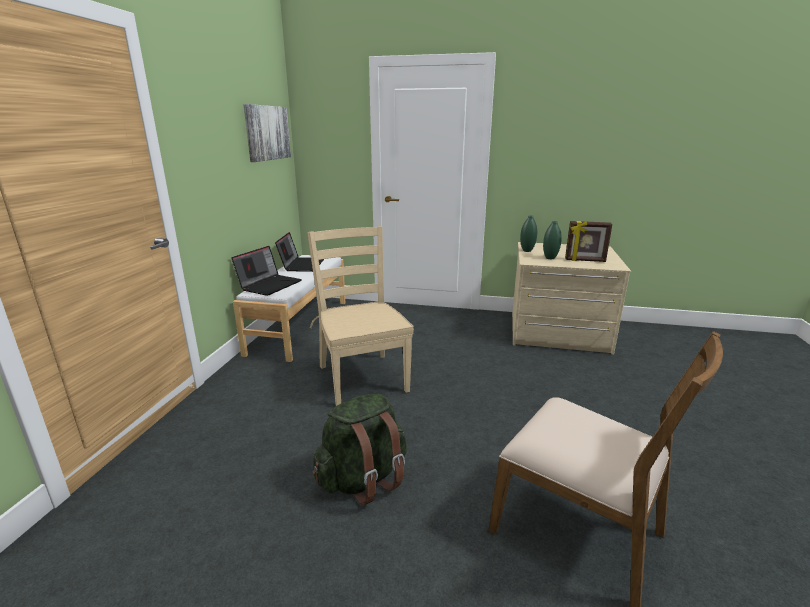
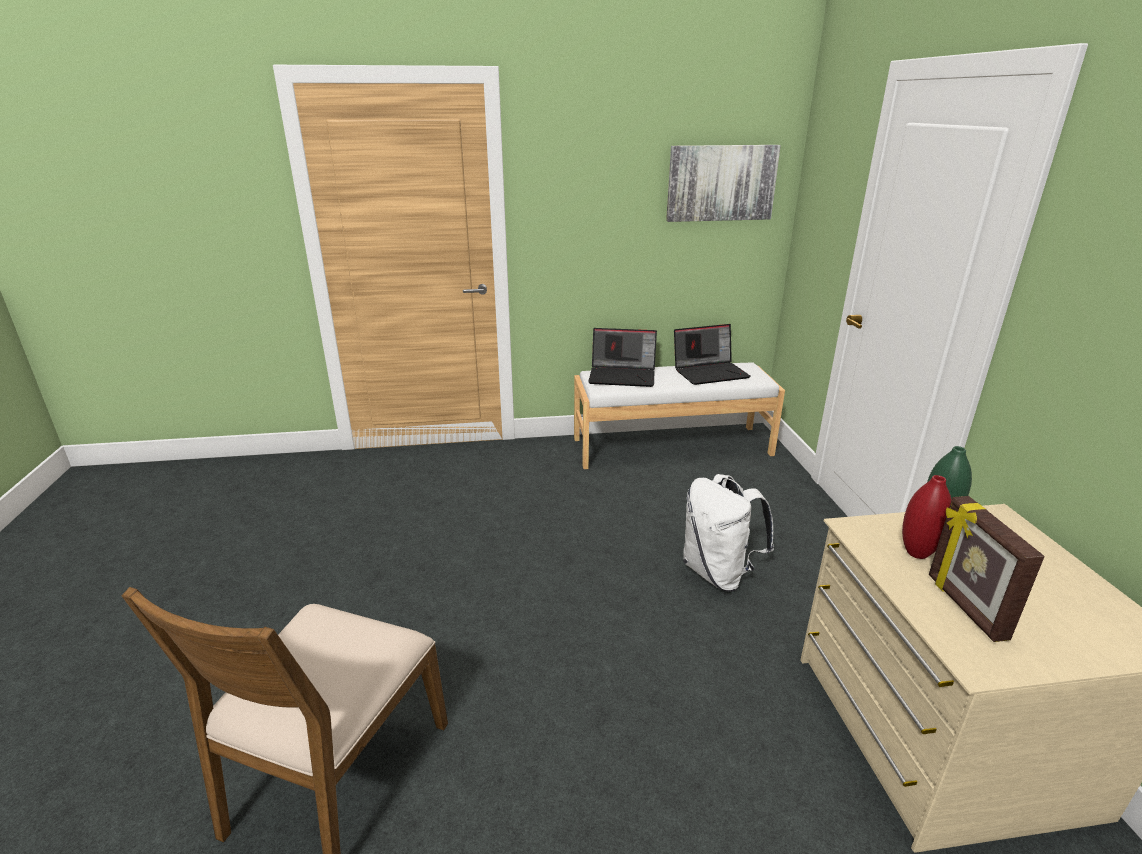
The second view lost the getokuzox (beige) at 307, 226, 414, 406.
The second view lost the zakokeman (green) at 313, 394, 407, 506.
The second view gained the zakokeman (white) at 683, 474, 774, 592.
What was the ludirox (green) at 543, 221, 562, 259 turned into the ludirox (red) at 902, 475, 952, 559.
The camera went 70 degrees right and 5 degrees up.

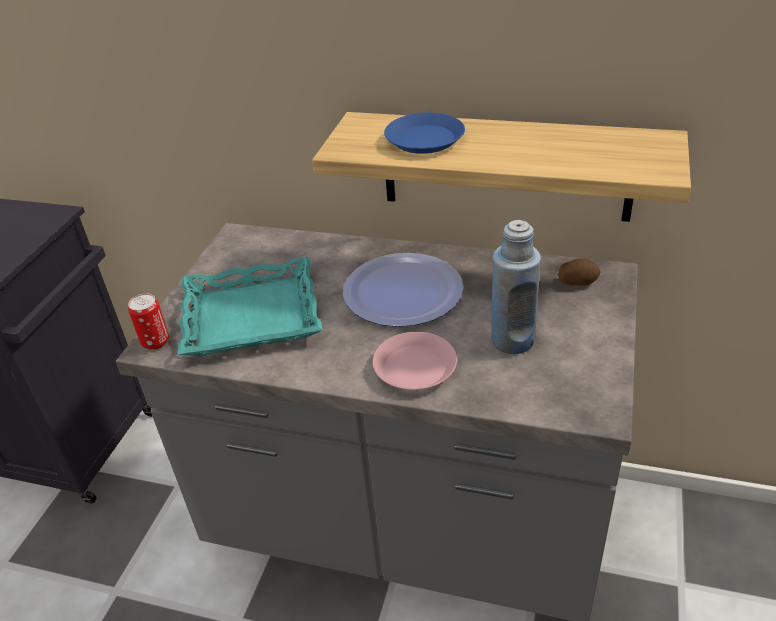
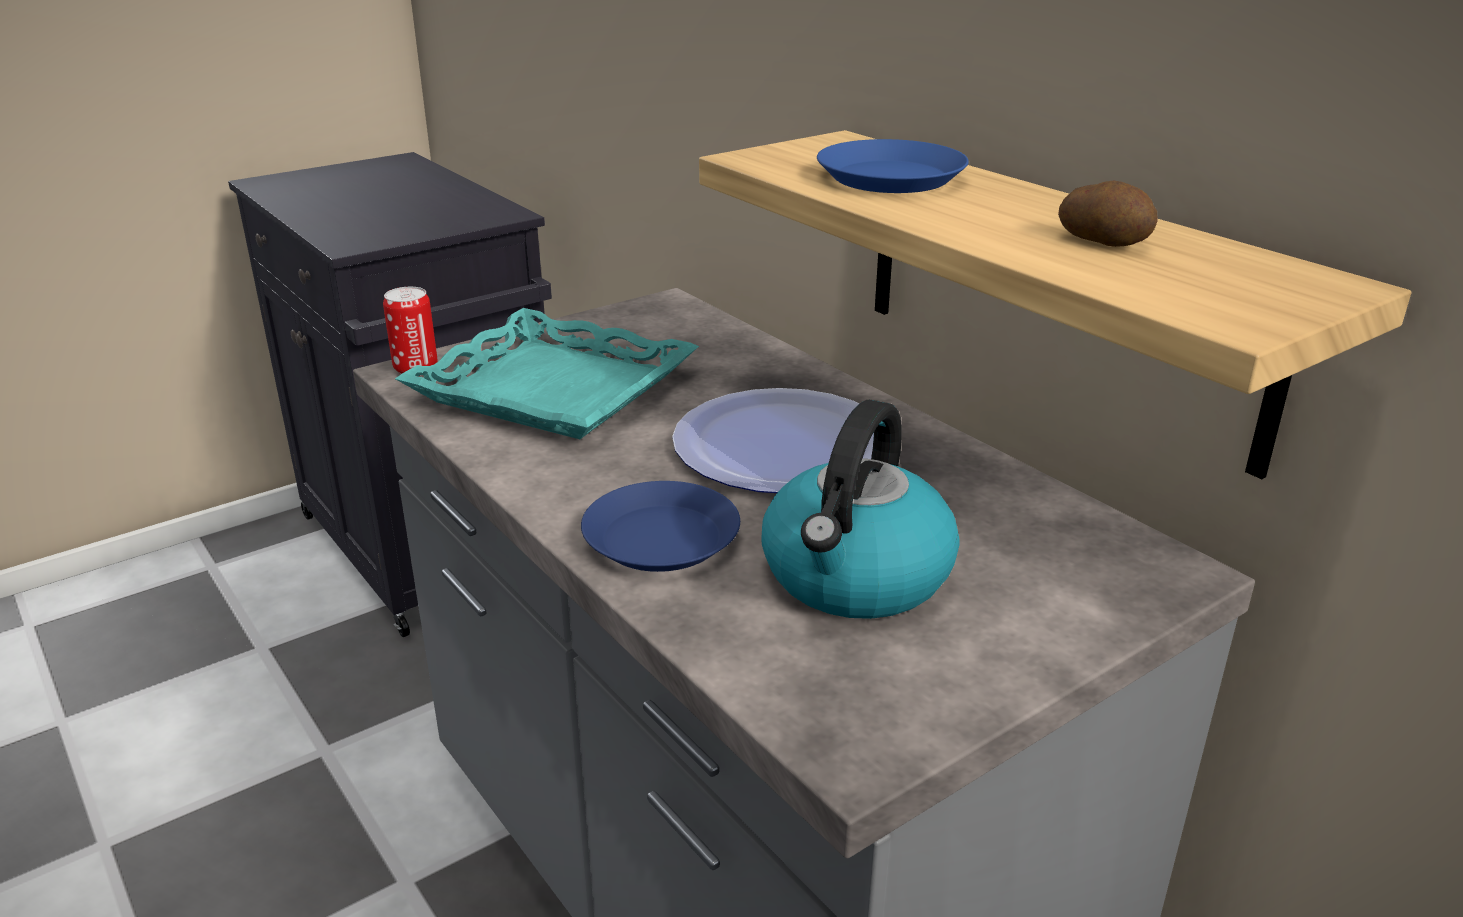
The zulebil ended up elsewhere, having gone from 558, 258, 601, 286 to 1058, 181, 1158, 247.
Where the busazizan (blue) stood at 491, 220, 541, 354, the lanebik came to stand at 761, 400, 959, 619.
What was the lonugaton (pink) at 372, 332, 457, 390 turned into the lonugaton (blue) at 581, 481, 740, 572.
The camera went 35 degrees right and 10 degrees down.

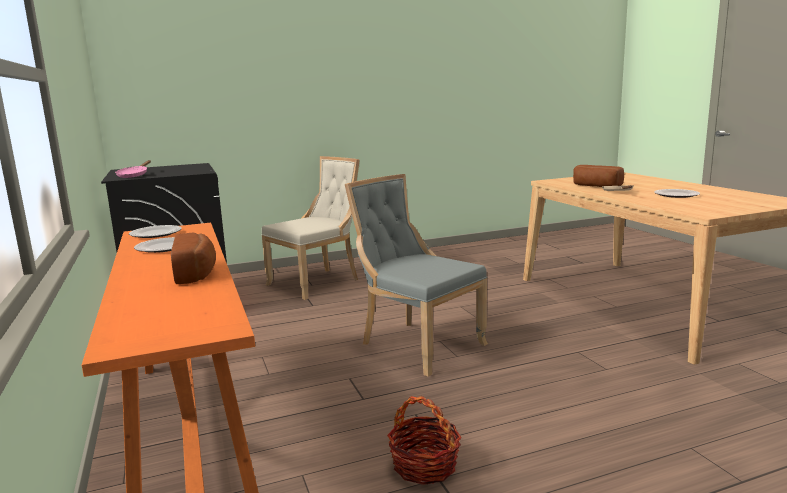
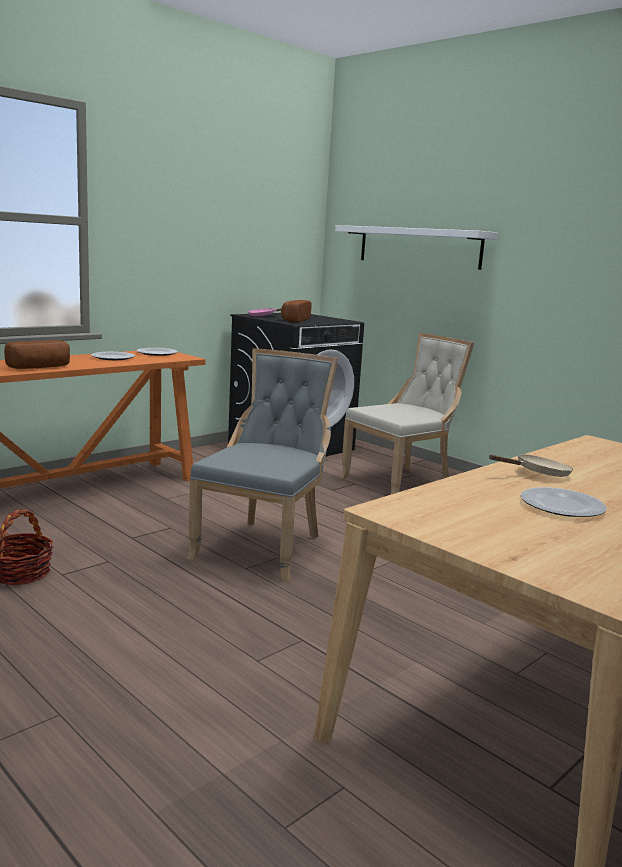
The second view gained the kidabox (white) at 335, 225, 497, 270.
The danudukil ended up elsewhere, having gone from 573, 165, 624, 187 to 281, 300, 311, 322.
The getokuzox (beige) at 261, 156, 360, 300 ended up facing another way, 60 degrees counterclockwise from before.
The camera went 65 degrees right and 0 degrees up.

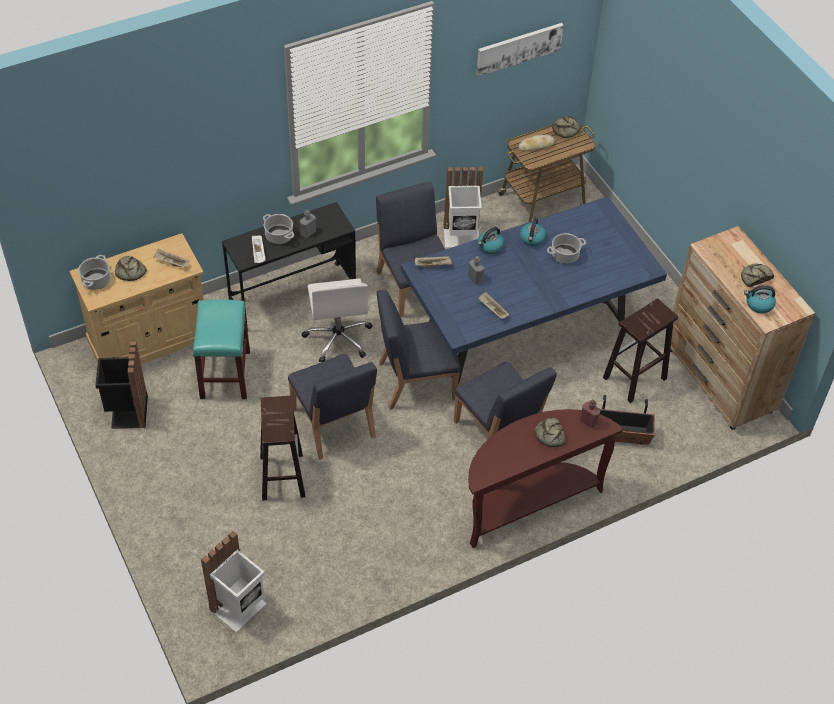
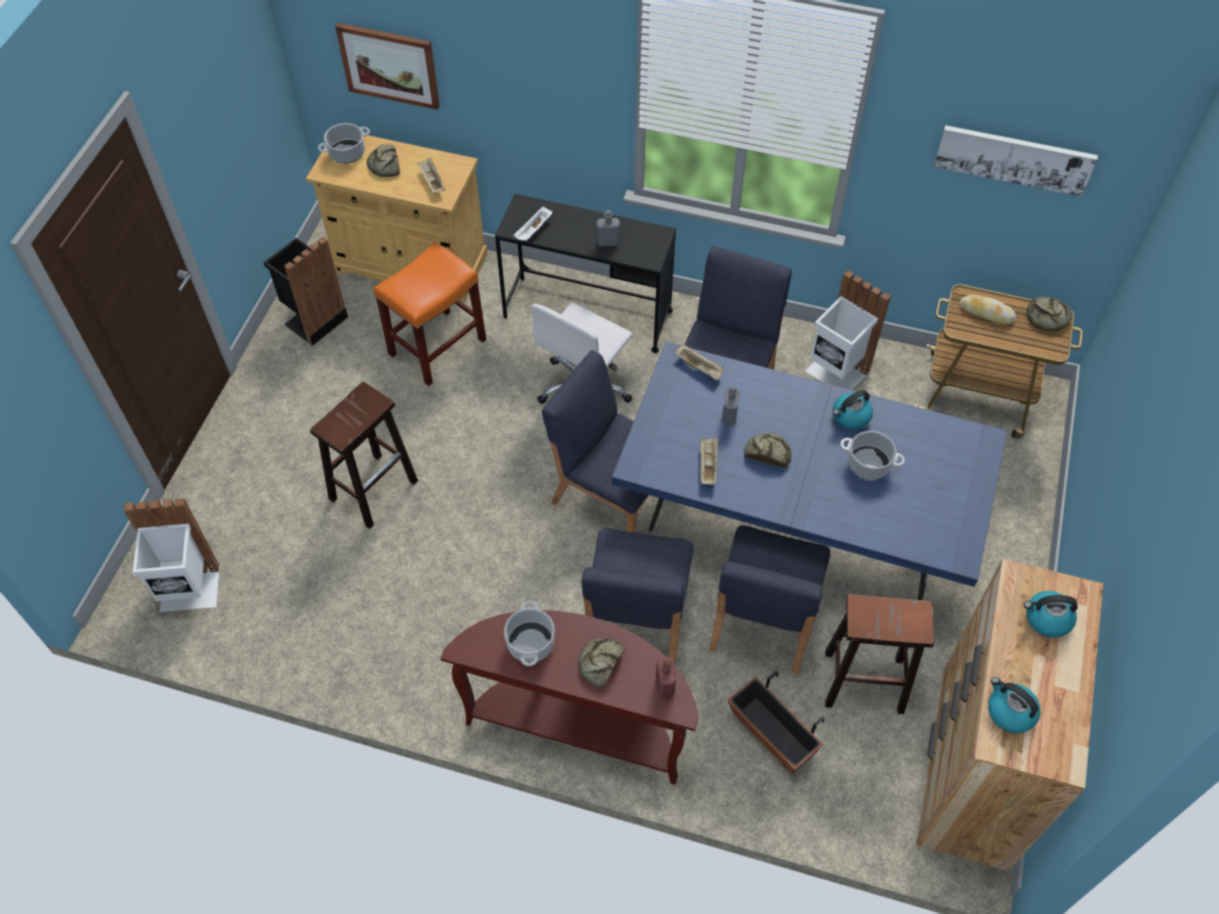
The second view gained the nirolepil at 335, 23, 440, 110.
The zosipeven ended up elsewhere, having gone from 263, 214, 294, 245 to 504, 600, 555, 666.
The getokuzox (blue) ended up elsewhere, having gone from 288, 354, 377, 460 to 710, 525, 830, 674.
The lanebik ended up elsewhere, having gone from 477, 227, 504, 254 to 1024, 591, 1078, 638.
The danudukil ended up elsewhere, having gone from 741, 263, 774, 287 to 744, 433, 792, 468.
What was the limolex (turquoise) at 193, 300, 250, 399 turned into the limolex (orange) at 374, 242, 486, 386.
The camera went 45 degrees right and 5 degrees up.

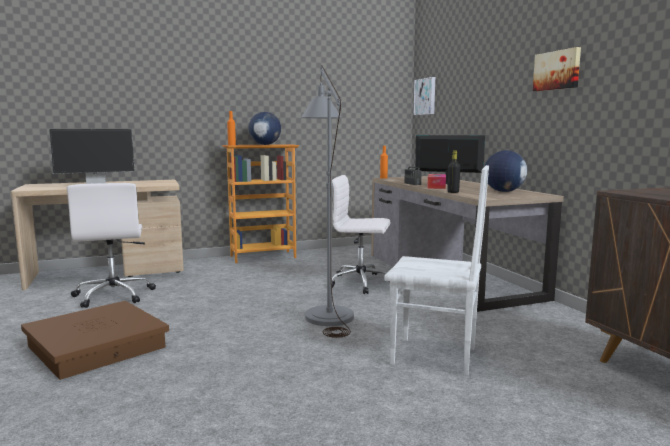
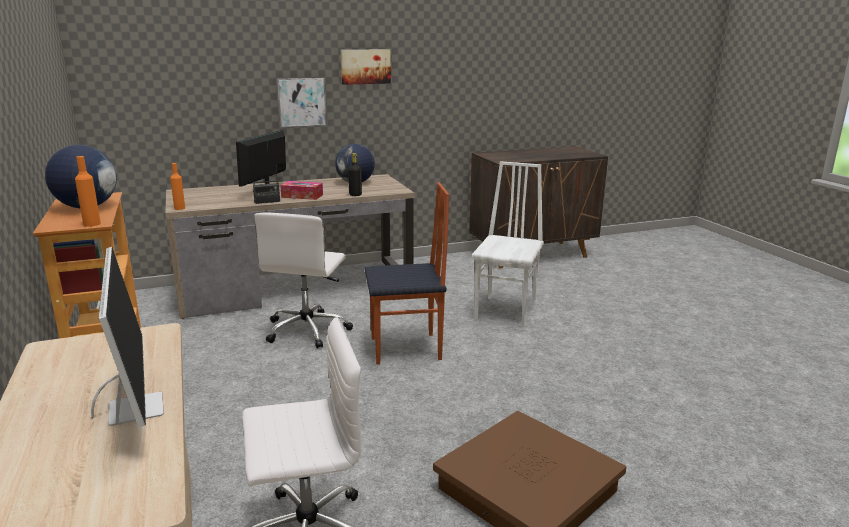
The nirolepil ended up elsewhere, having gone from 414, 77, 435, 115 to 277, 78, 327, 127.
Where the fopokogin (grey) stood at 300, 65, 354, 338, the getokuzox came to stand at 365, 182, 449, 365.
The camera went 90 degrees left and 10 degrees up.

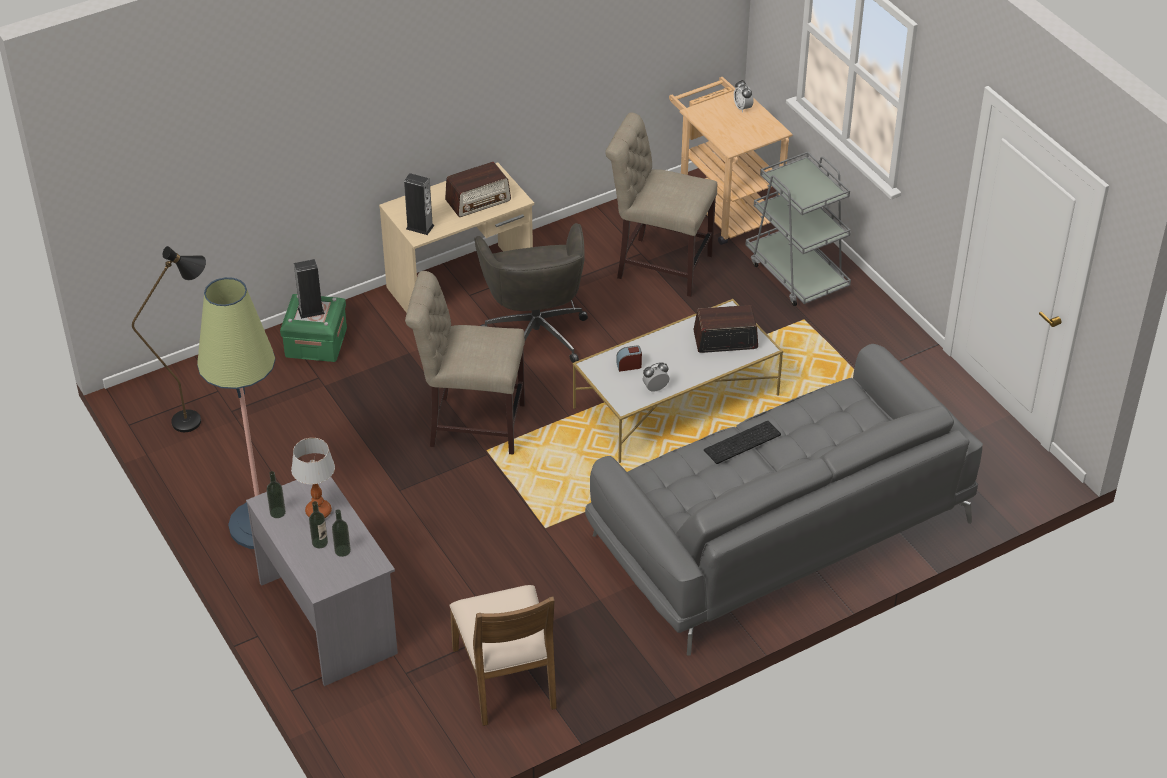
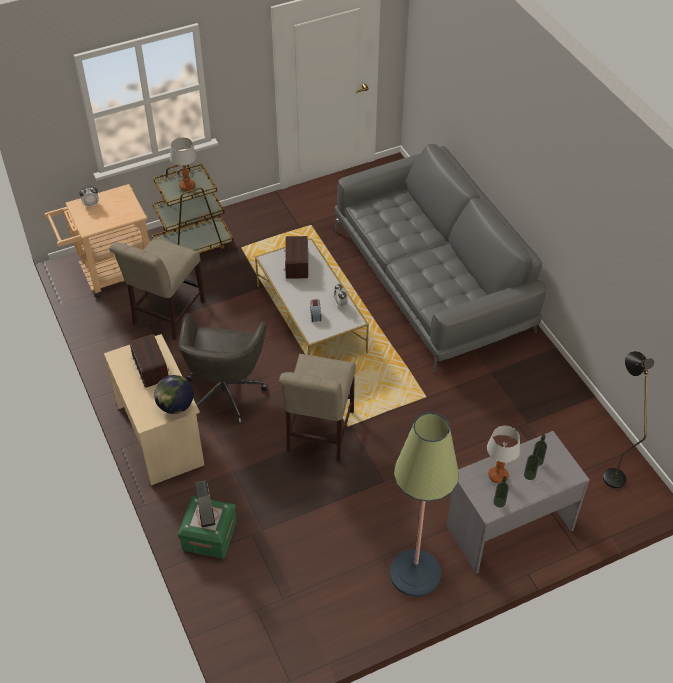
The second view lost the getokuzox (brown) at 449, 585, 557, 726.
The second view lost the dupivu at 704, 421, 781, 464.
The second view gained the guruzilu at 170, 137, 197, 191.
The fopokogin (black) ended up elsewhere, having gone from 132, 246, 206, 432 to 603, 351, 654, 488.
Where the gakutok stood at 404, 173, 434, 235, the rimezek came to stand at 154, 375, 193, 414.
What was the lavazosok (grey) at 745, 151, 851, 306 turned into the lavazosok (brown) at 152, 163, 234, 253.
The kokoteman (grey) at 474, 223, 588, 363 ended up facing another way, 105 degrees clockwise from before.
The camera went 85 degrees left and 5 degrees up.

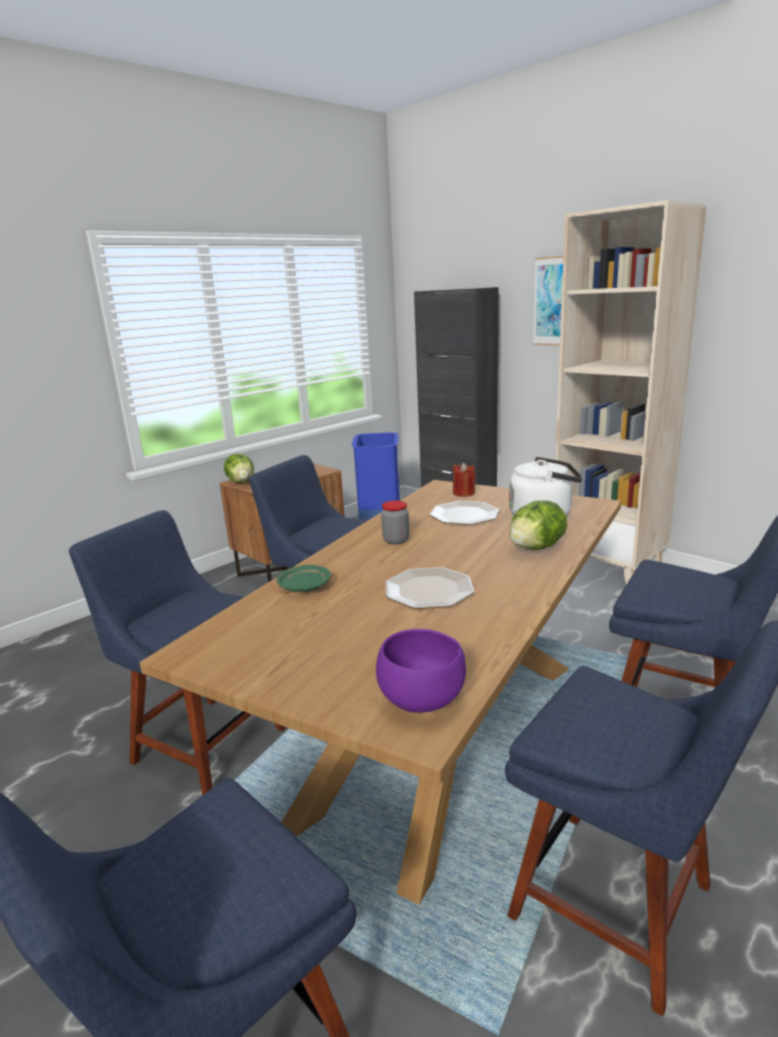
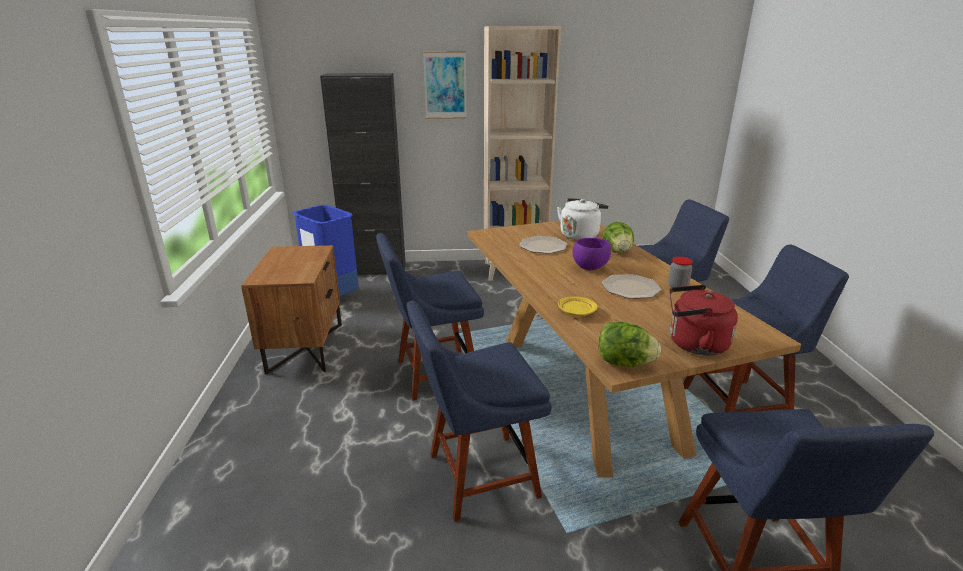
The second view lost the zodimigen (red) at 453, 463, 475, 497.
The second view gained the lanebik (red) at 669, 285, 738, 356.
The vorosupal ended up elsewhere, having gone from 224, 454, 254, 483 to 599, 322, 661, 367.
The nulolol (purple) ended up elsewhere, having gone from 376, 629, 466, 713 to 573, 238, 611, 270.
The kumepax ended up elsewhere, having gone from 381, 500, 409, 544 to 668, 257, 693, 288.
What was the lonugaton (green) at 277, 565, 331, 592 turned into the lonugaton (yellow) at 558, 296, 598, 316.
The camera went 50 degrees left and 5 degrees up.

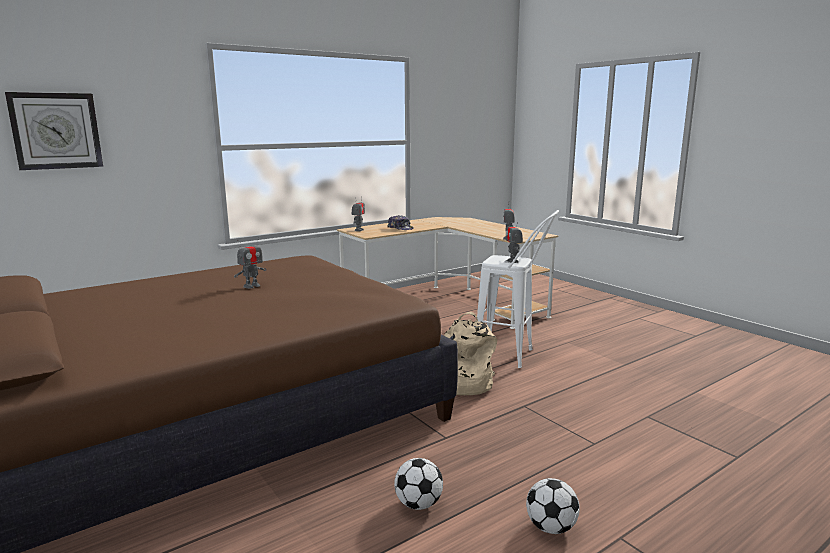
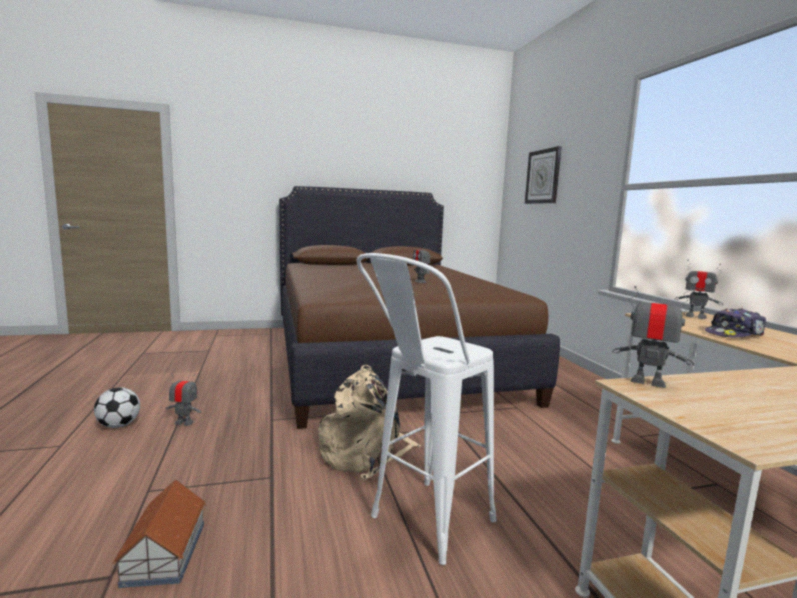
The second view lost the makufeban at 394, 458, 443, 510.
The second view gained the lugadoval at 113, 480, 206, 588.
The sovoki ended up elsewhere, having gone from 506, 218, 523, 263 to 165, 373, 201, 426.
The camera went 110 degrees right and 5 degrees down.

